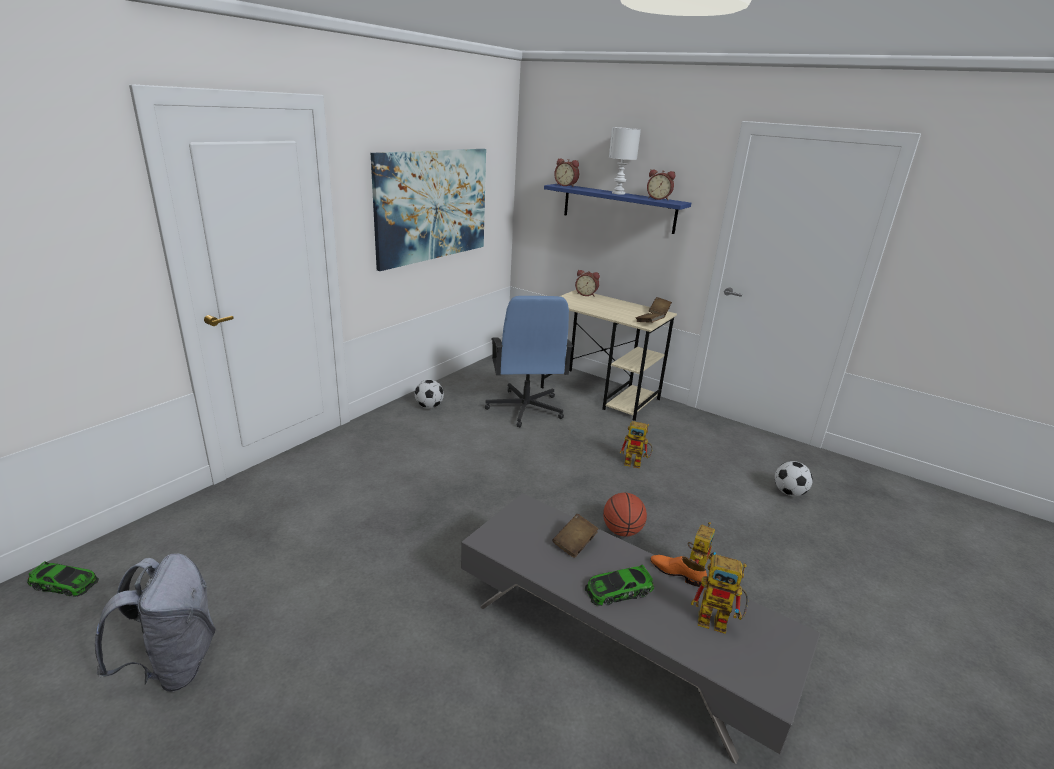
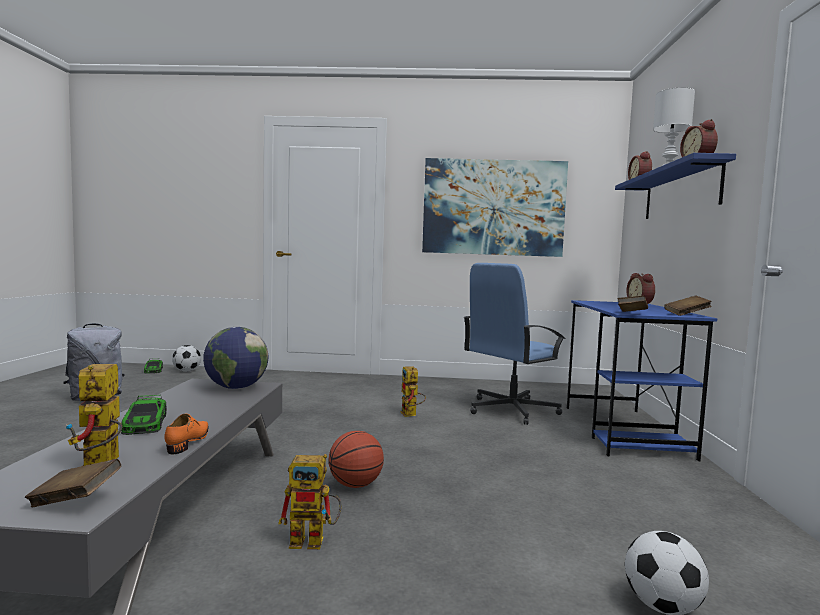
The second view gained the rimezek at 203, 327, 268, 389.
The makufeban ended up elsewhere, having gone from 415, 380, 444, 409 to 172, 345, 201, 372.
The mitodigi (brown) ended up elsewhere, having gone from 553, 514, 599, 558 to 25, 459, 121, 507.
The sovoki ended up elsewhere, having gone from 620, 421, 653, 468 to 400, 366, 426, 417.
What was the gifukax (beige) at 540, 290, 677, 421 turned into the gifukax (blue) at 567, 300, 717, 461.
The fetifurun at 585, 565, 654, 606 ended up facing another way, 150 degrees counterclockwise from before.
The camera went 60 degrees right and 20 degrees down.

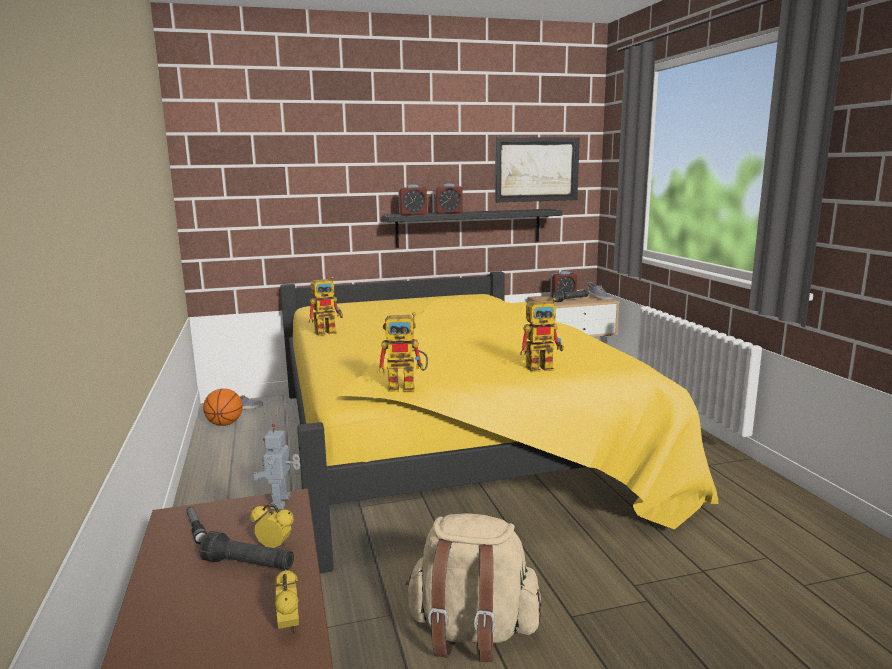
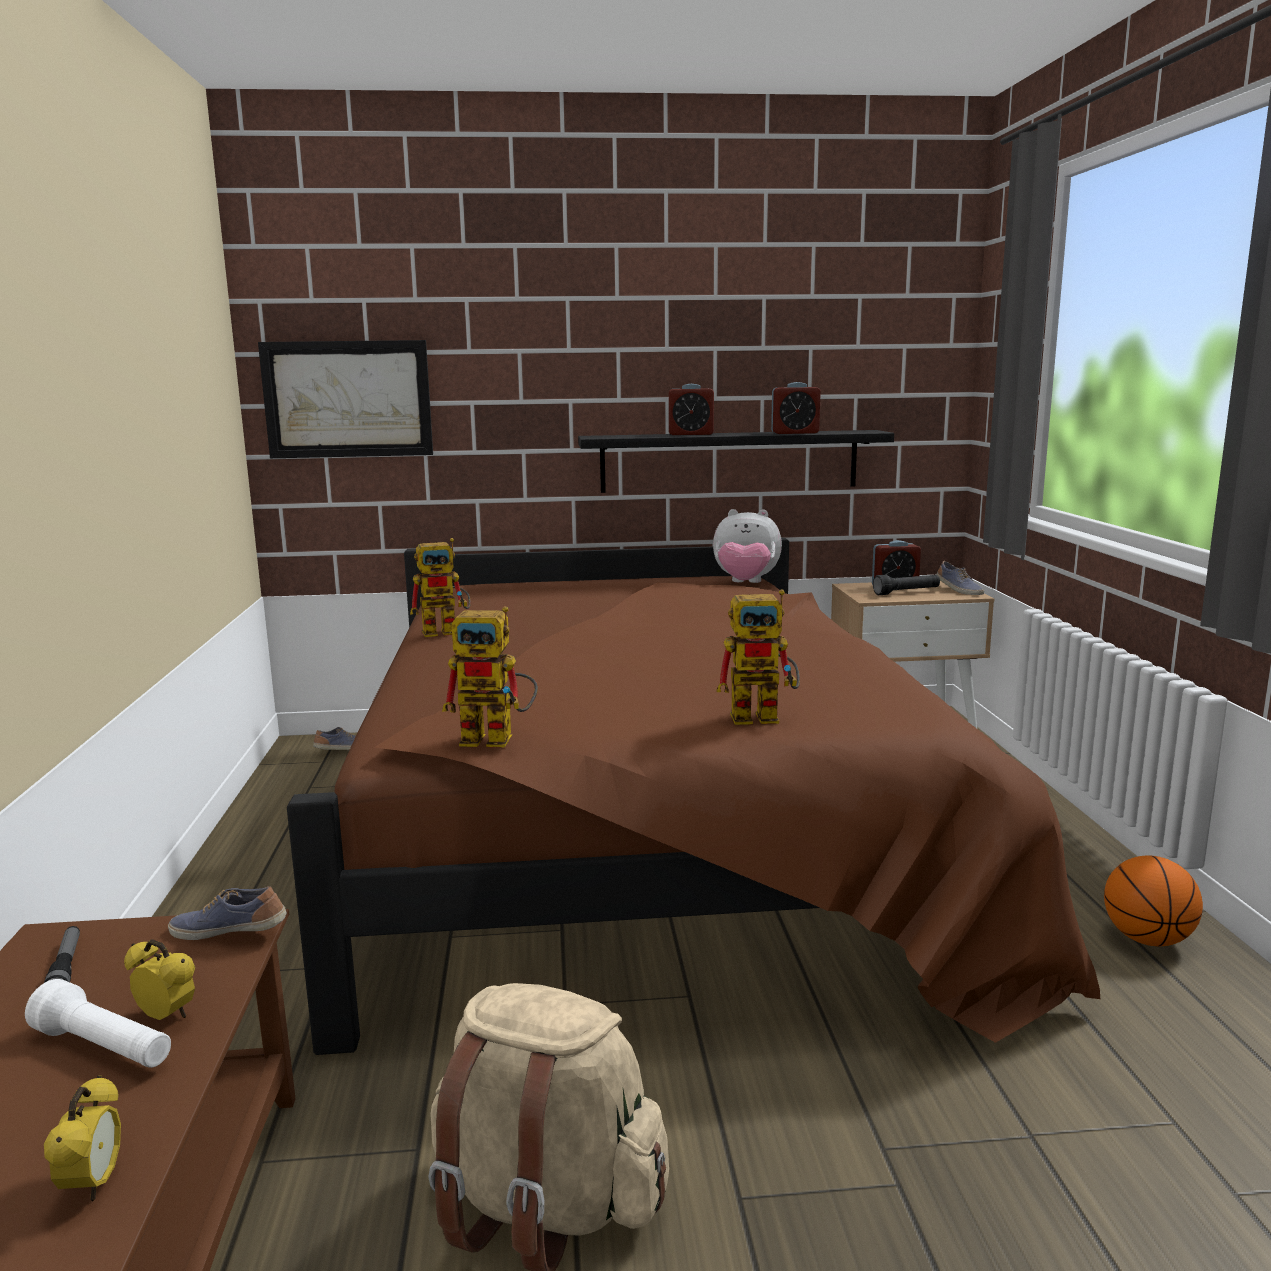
The second view gained the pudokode at 713, 509, 782, 583.
The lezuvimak ended up elsewhere, having gone from 203, 388, 243, 426 to 1104, 856, 1203, 946.
The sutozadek ended up elsewhere, having gone from 398, 184, 427, 215 to 771, 382, 821, 434.
The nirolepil ended up elsewhere, having gone from 495, 137, 580, 203 to 258, 340, 433, 458.
Where the sovoki stood at 252, 424, 300, 509, the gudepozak came to stand at 168, 886, 287, 940.
What was the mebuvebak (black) at 199, 531, 294, 570 turned into the mebuvebak (white) at 25, 979, 171, 1068.
What was the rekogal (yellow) at 280, 271, 718, 573 turned into the rekogal (brown) at 287, 538, 1100, 1055.
The camera went 10 degrees right and 0 degrees up.

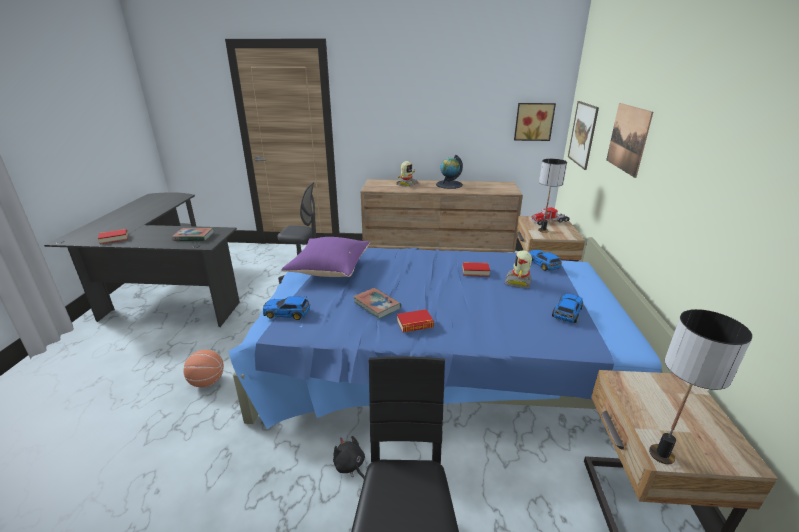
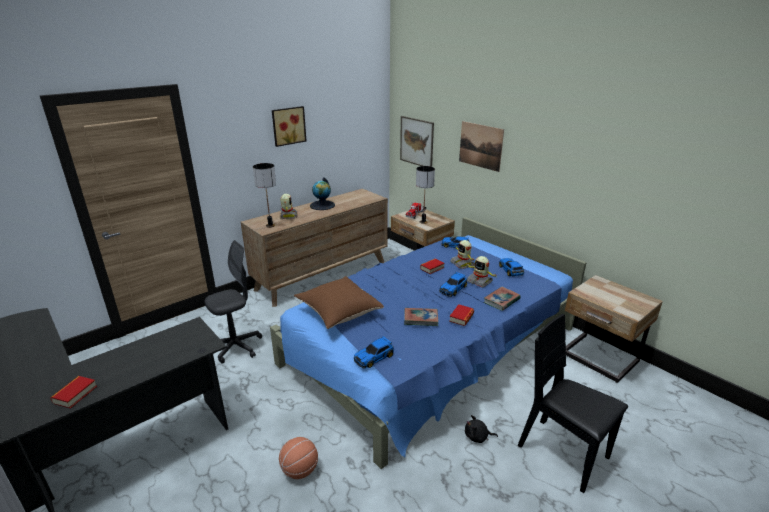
The second view gained the fetifurun at 439, 272, 467, 297.
The second view gained the sovoki at 467, 256, 497, 288.
The mitodigi ended up elsewhere, having gone from 172, 228, 214, 241 to 484, 287, 521, 311.
The nirolepil ended up elsewhere, having gone from 514, 103, 556, 141 to 272, 106, 306, 147.
The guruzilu ended up elsewhere, having gone from 649, 309, 752, 465 to 253, 163, 276, 228.
What was the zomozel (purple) at 281, 237, 370, 277 turned into the zomozel (brown) at 294, 276, 384, 329.
The camera went 45 degrees left and 0 degrees up.

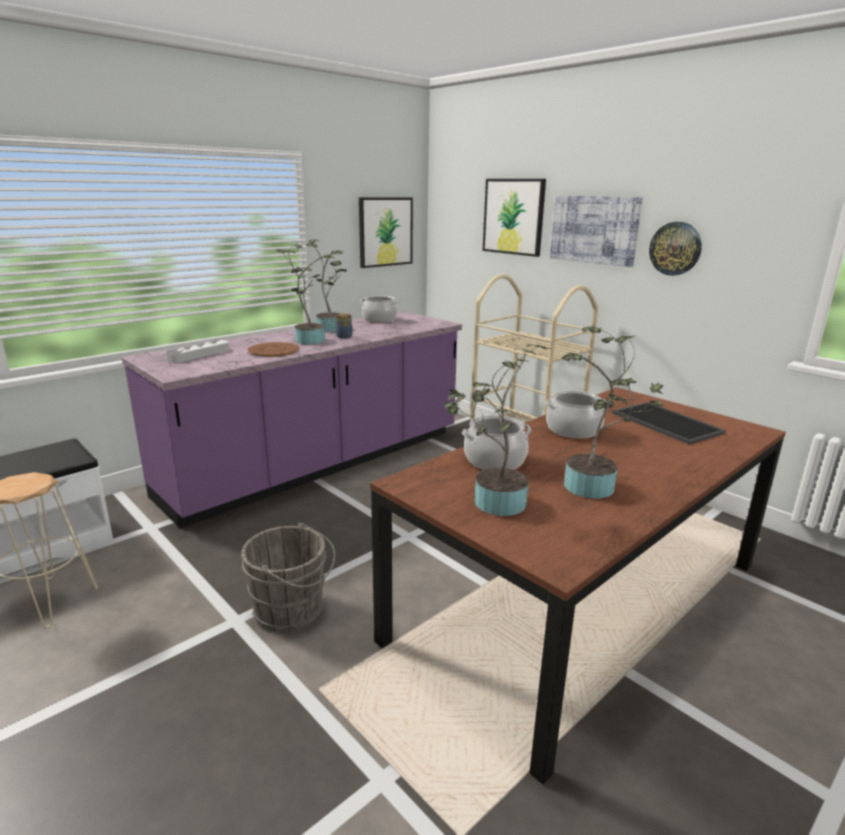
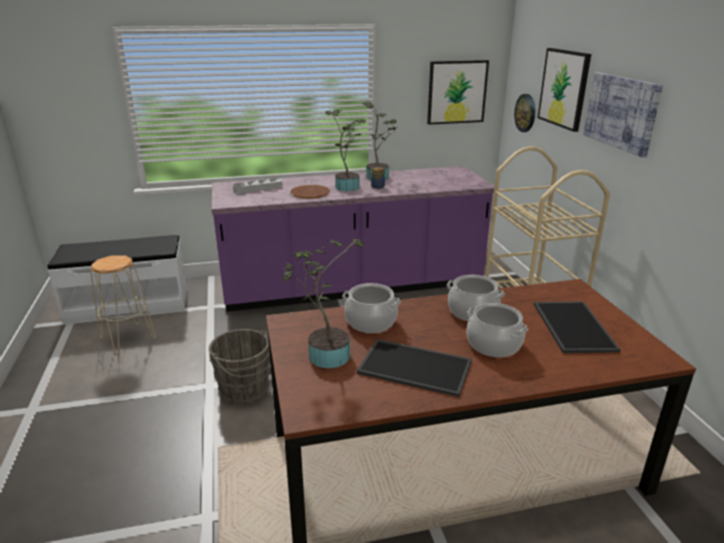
The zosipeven ended up elsewhere, having gone from 360, 295, 399, 323 to 467, 303, 528, 357.
The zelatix ended up elsewhere, having gone from 649, 222, 702, 276 to 514, 94, 535, 132.
Where the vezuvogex stood at 561, 326, 664, 499, the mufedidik came to stand at 357, 339, 472, 397.
The camera went 30 degrees right and 5 degrees up.

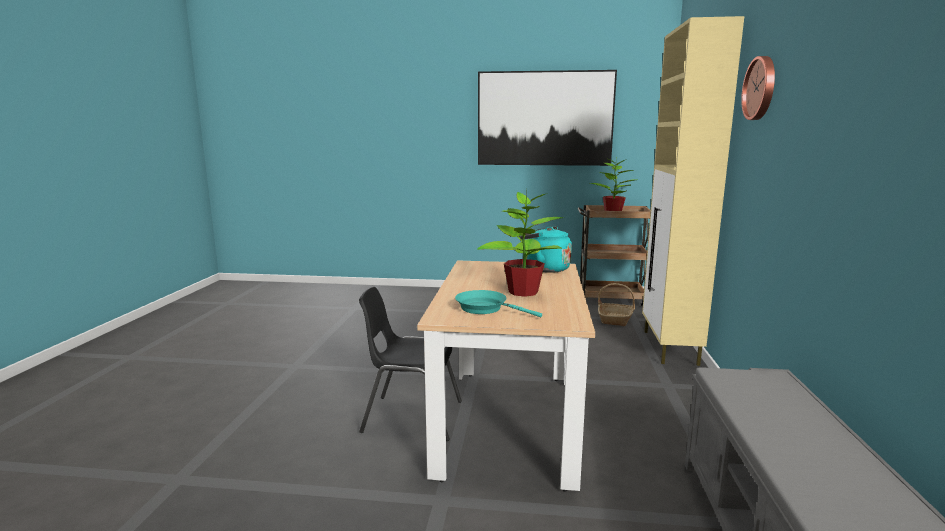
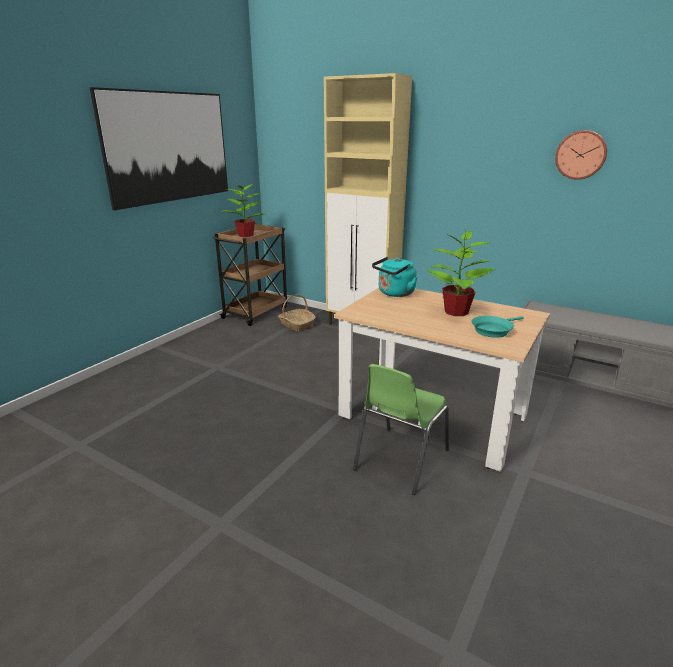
The zelatix ended up elsewhere, having gone from 741, 56, 775, 120 to 555, 130, 607, 180.
What was the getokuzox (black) at 359, 287, 462, 441 turned into the getokuzox (green) at 353, 364, 449, 495.
The camera went 65 degrees left and 10 degrees up.

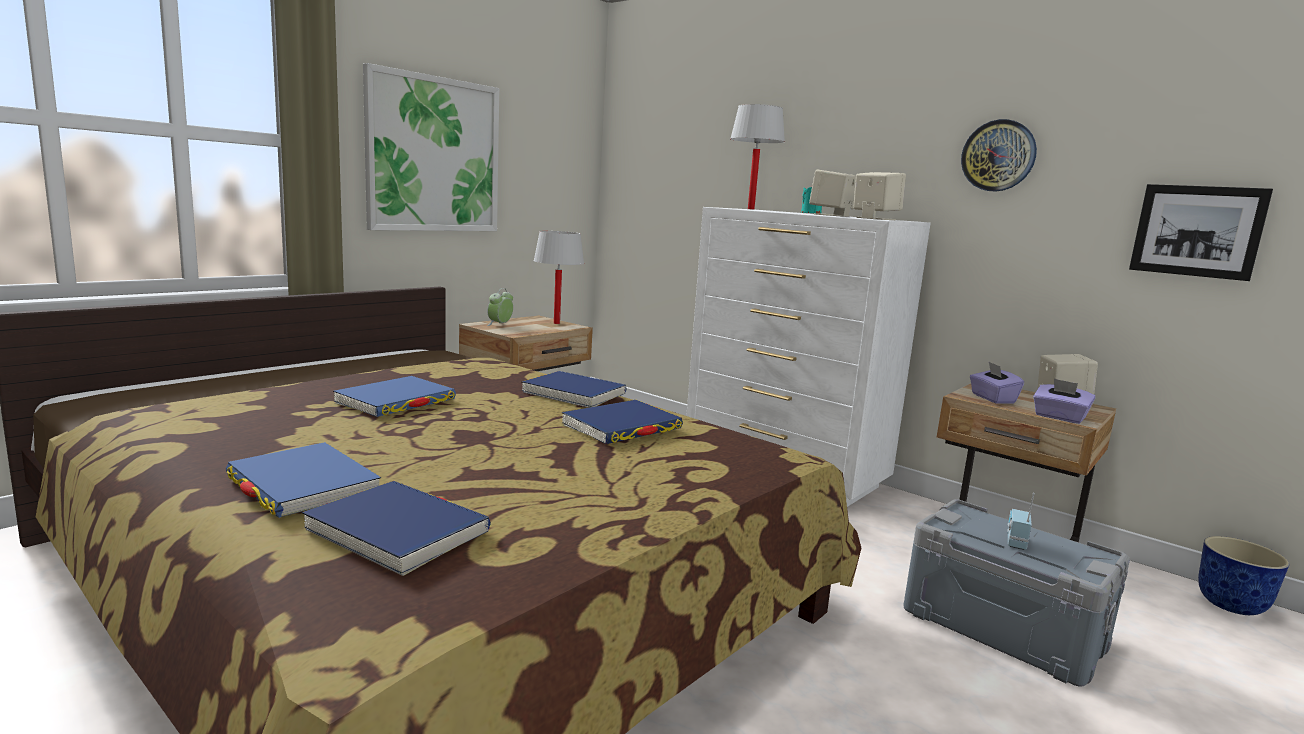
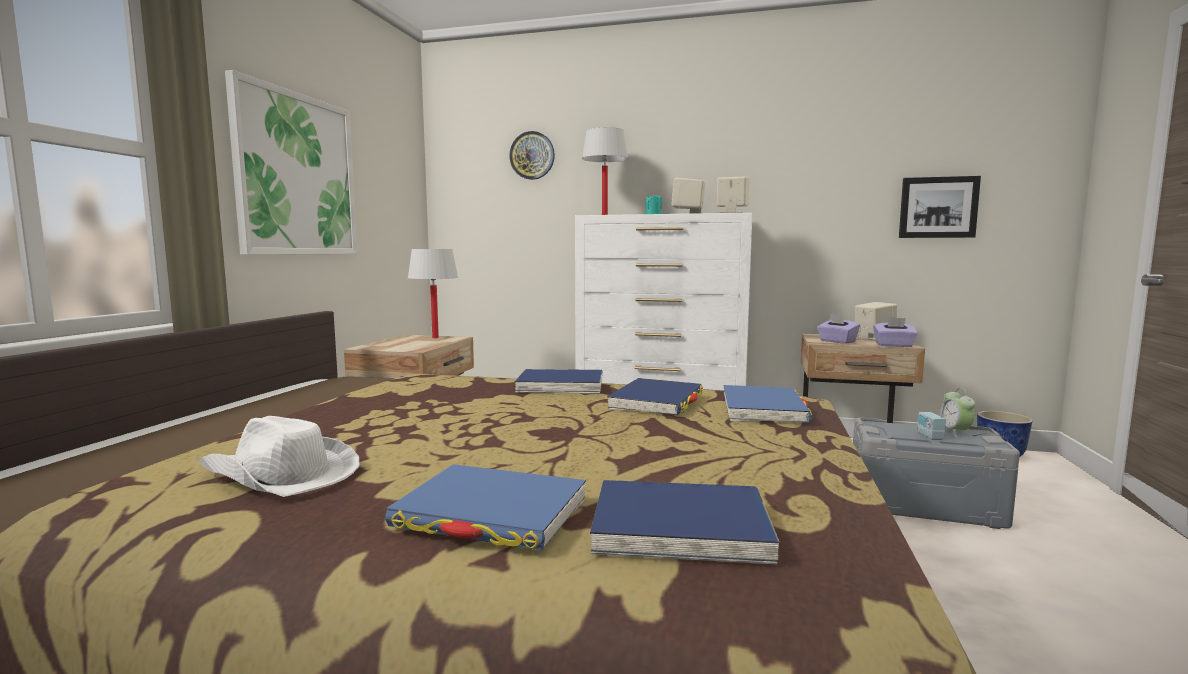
The second view gained the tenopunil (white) at 198, 416, 360, 497.
The mitodigi (blue) ended up elsewhere, having gone from 333, 376, 456, 417 to 723, 385, 812, 422.
The sutozadek ended up elsewhere, having gone from 487, 288, 513, 326 to 940, 388, 975, 437.
The zelatix ended up elsewhere, having gone from 961, 119, 1037, 192 to 509, 131, 555, 180.
The camera went 25 degrees left and 5 degrees down.

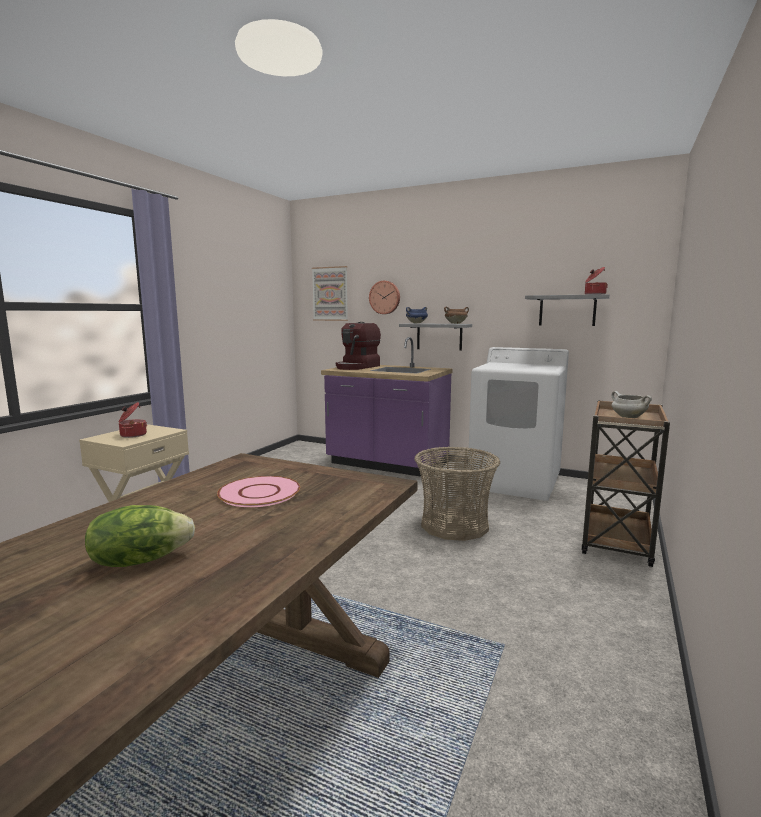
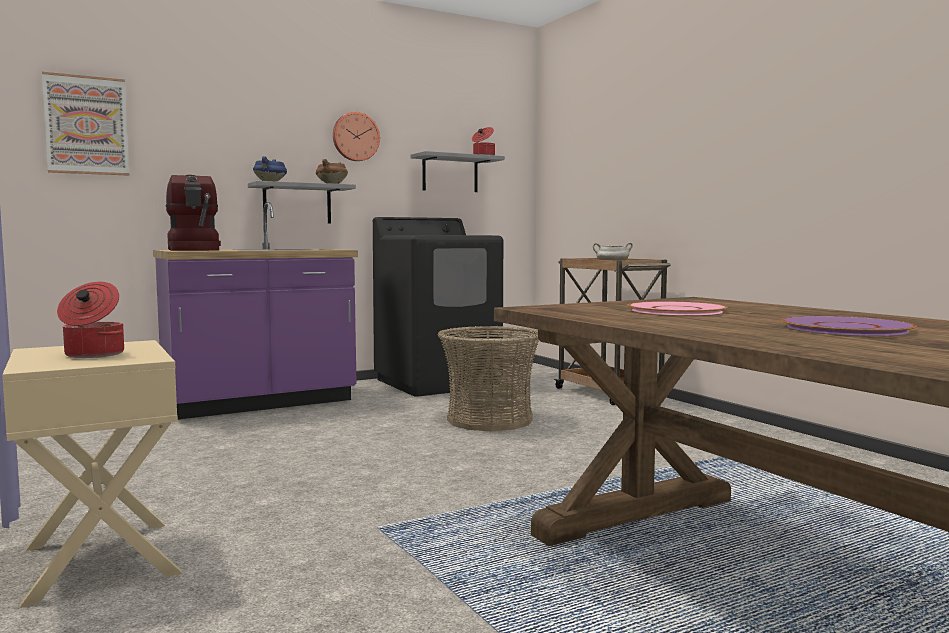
The zelatix ended up elsewhere, having gone from 369, 281, 400, 314 to 333, 112, 380, 161.
Where the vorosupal stood at 85, 505, 195, 567, the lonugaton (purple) came to stand at 781, 316, 917, 336.
What was the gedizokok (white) at 468, 347, 569, 501 turned into the gedizokok (black) at 373, 217, 503, 397.
The camera went 55 degrees left and 5 degrees down.

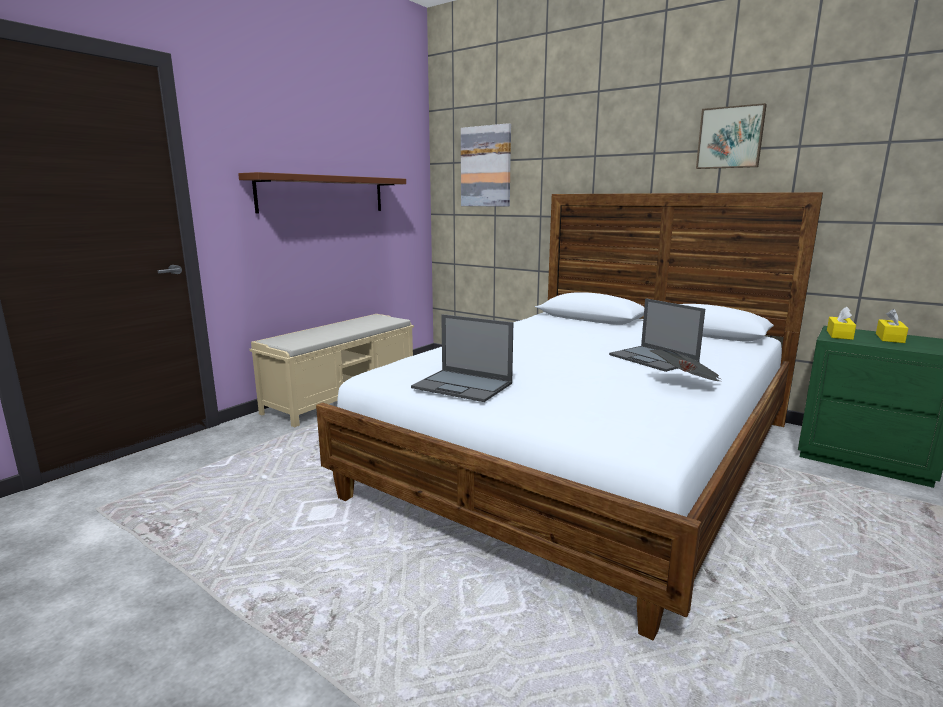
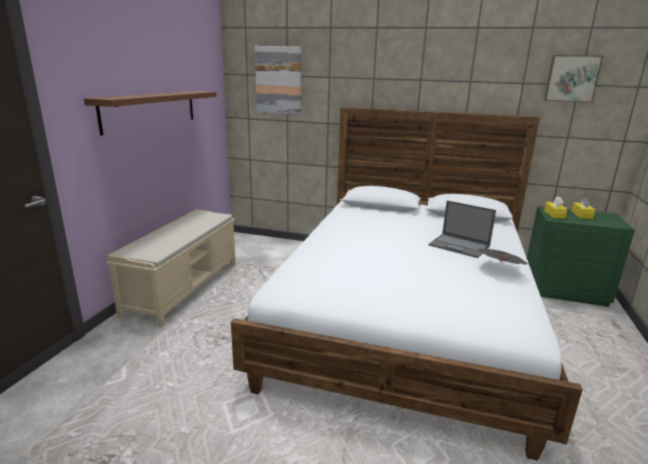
The second view lost the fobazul at 411, 314, 513, 402.
The nirolepil ended up elsewhere, having gone from 696, 103, 767, 169 to 544, 55, 603, 103.
The camera went 20 degrees left and 5 degrees up.

